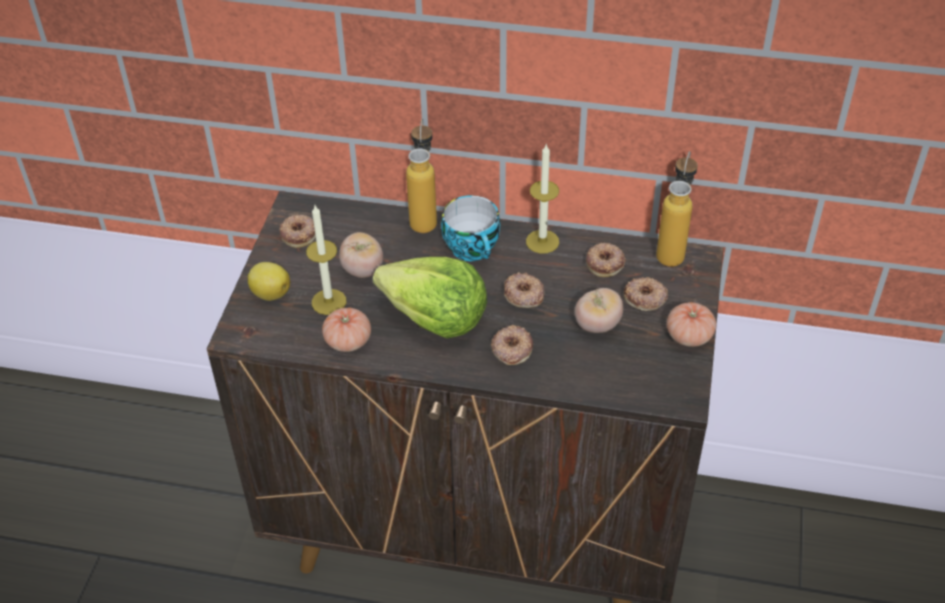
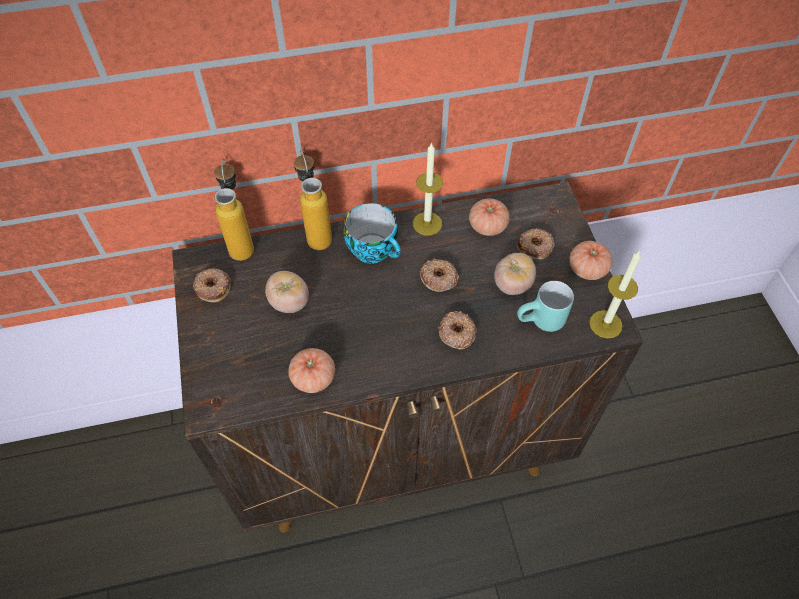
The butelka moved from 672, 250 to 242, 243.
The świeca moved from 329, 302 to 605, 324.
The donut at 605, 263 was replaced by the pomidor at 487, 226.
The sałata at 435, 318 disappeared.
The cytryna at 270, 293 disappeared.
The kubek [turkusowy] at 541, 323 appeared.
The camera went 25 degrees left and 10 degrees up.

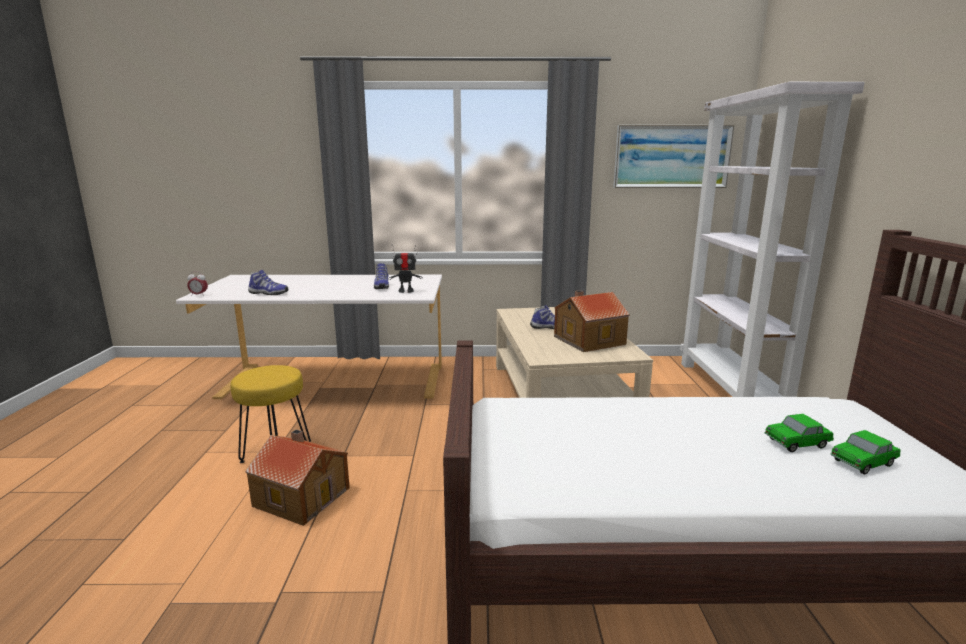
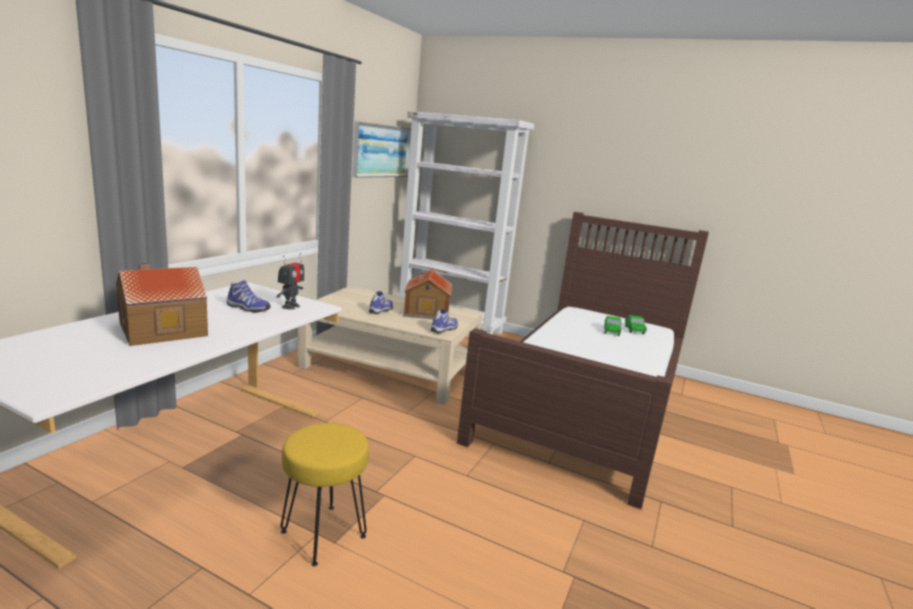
The but moved from 268, 293 to 445, 329.
The budzik at 199, 295 disappeared.
The domek moved from 302, 495 to 161, 329.
The camera went 65 degrees left and 0 degrees up.

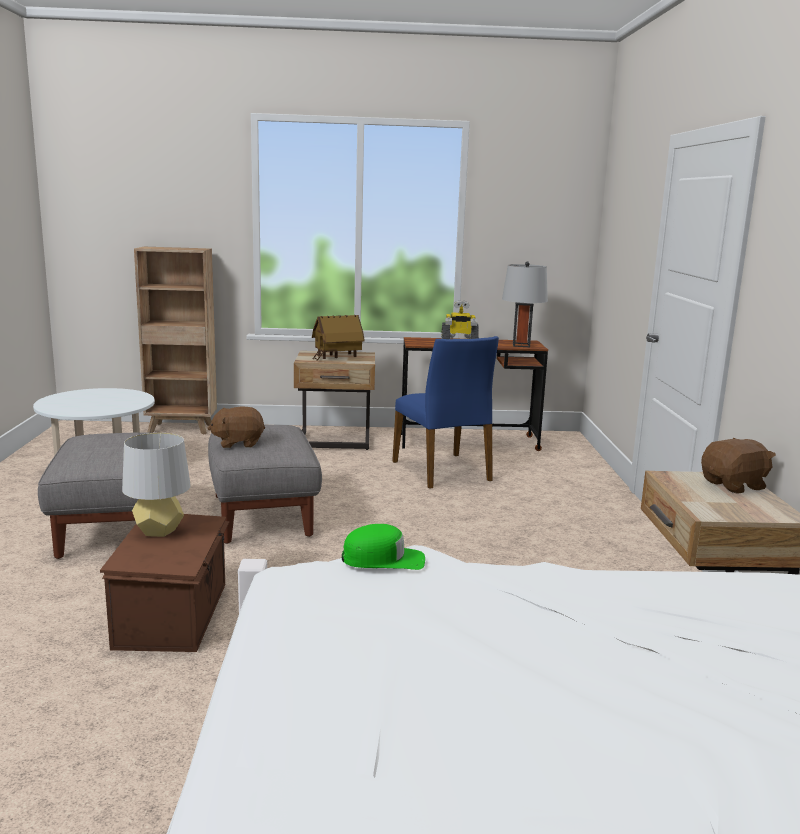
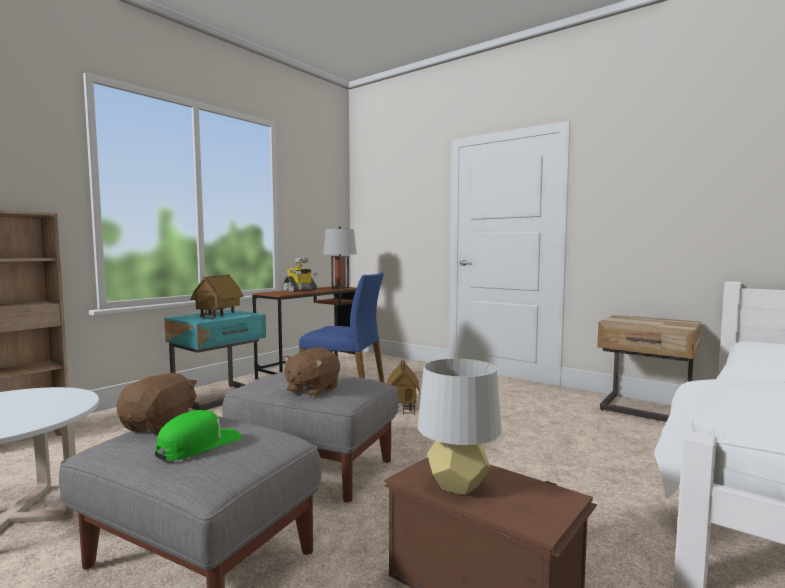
The szafka nocna [beżowy] at 335, 442 became the szafka nocna [turkusowy] at 219, 398.
The pluszak [brązowy] moved from 734, 485 to 161, 426.
The czapka z daszkiem [zielony] moved from 383, 559 to 199, 445.
The domek at 403, 405 appeared.
The camera went 50 degrees left and 10 degrees down.

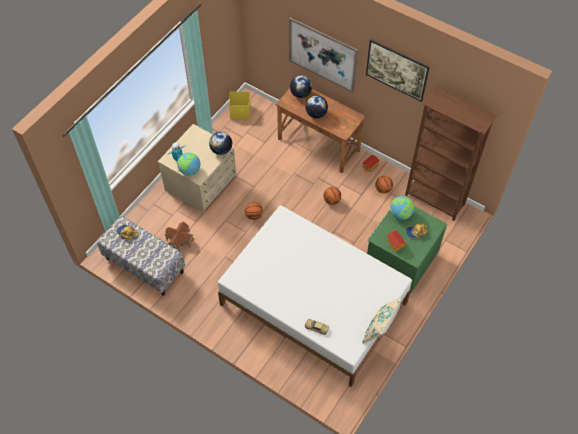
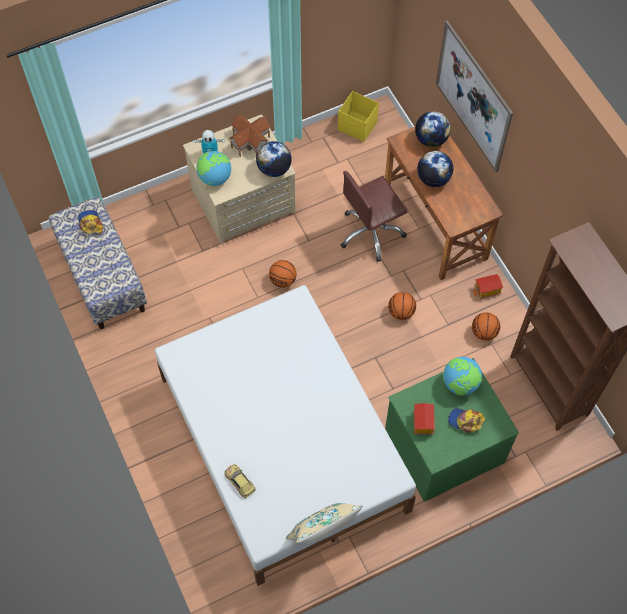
The obraz at 395, 78 disappeared.
The domek moved from 179, 240 to 249, 142.
The krzesło biurowe [brązowy] at 371, 233 appeared.
The camera went 30 degrees right and 5 degrees up.

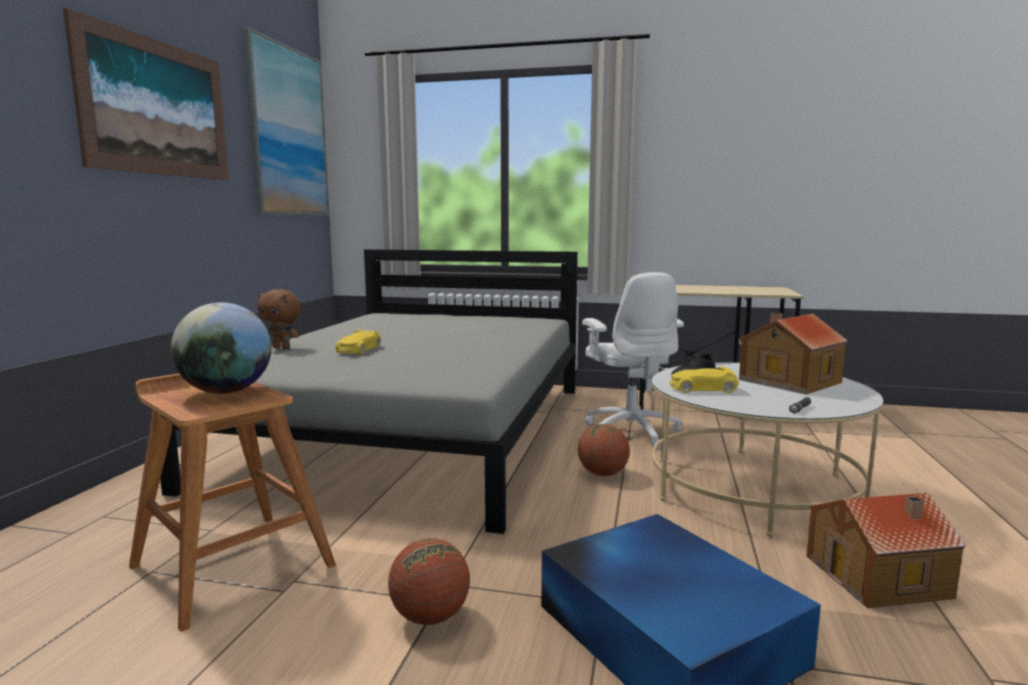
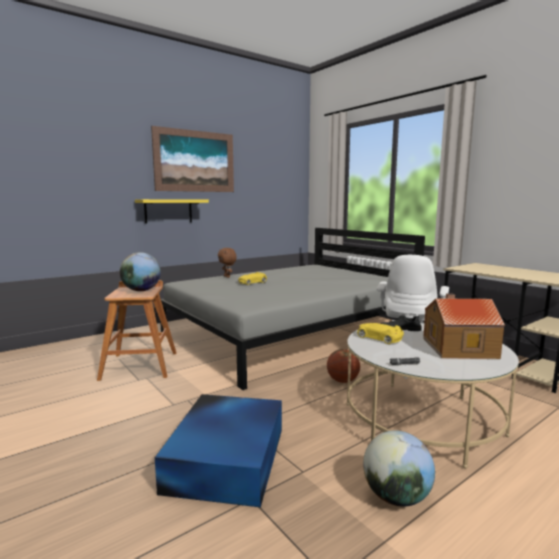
The obraz at 288, 132 disappeared.
The domek at 879, 577 was replaced by the globus at 396, 497.
The piłka do koszykówki at 430, 617 disappeared.
The półka [żółty] at 168, 211 appeared.
The camera went 40 degrees right and 0 degrees up.

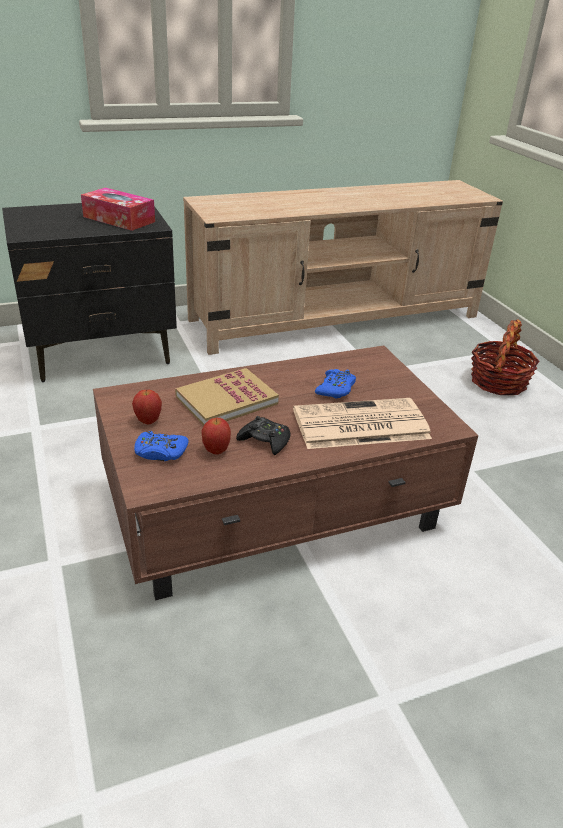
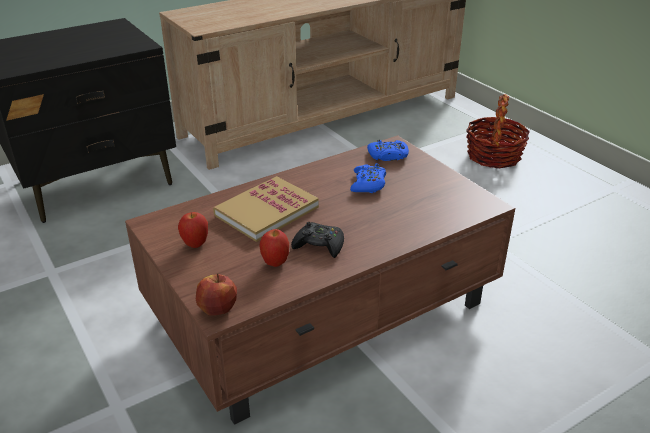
The pudełko chusteczek at 119, 219 disappeared.
The gazeta at 359, 425 disappeared.
The pad do gier [niebieski] moved from 160, 452 to 388, 156.
The jabłko at 217, 309 appeared.
The camera went 10 degrees left and 0 degrees up.

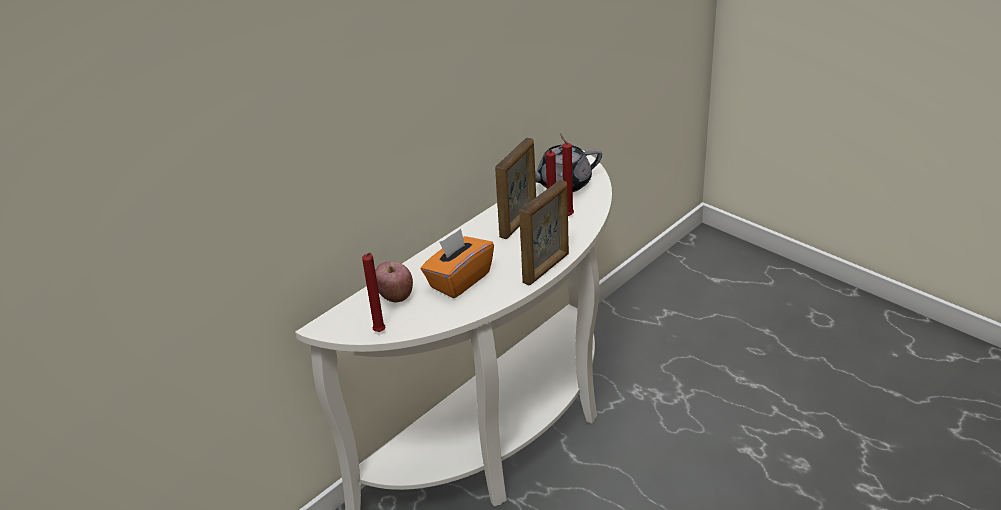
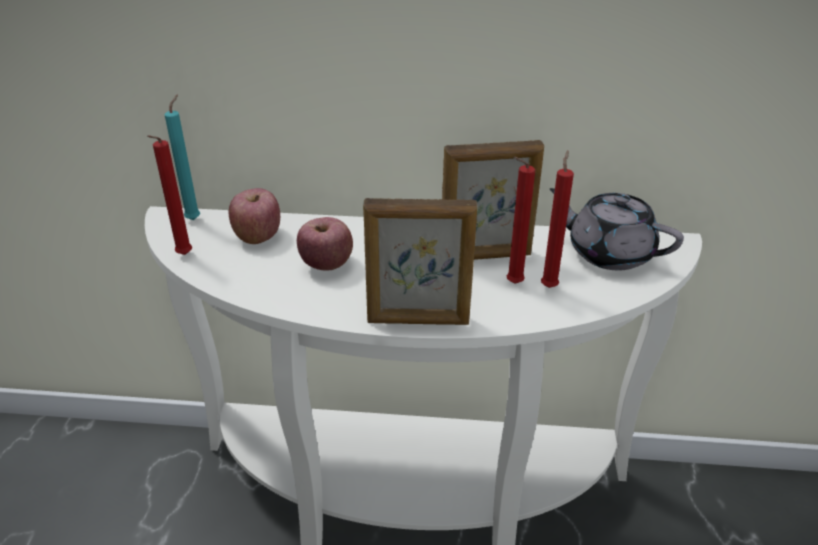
The pudełko chusteczek [pomarańczowy] at 459, 280 was replaced by the jabłko at 327, 264.
The świeca [turkusowy] at 195, 218 appeared.
The camera went 50 degrees right and 0 degrees up.

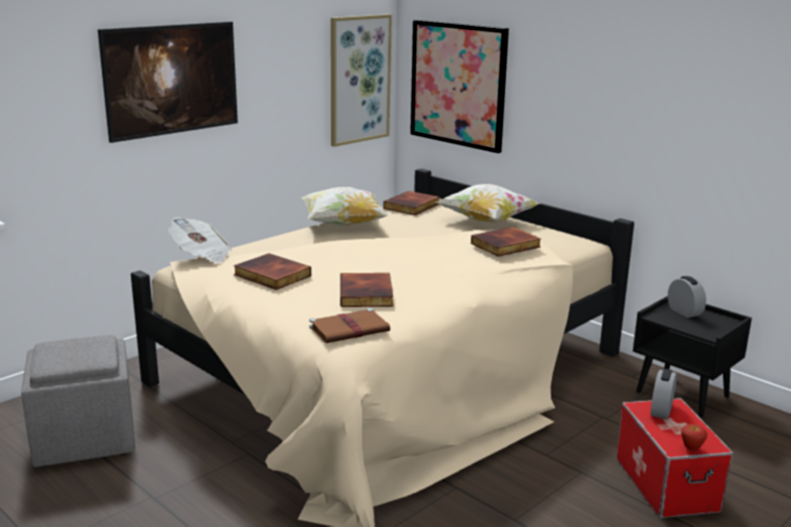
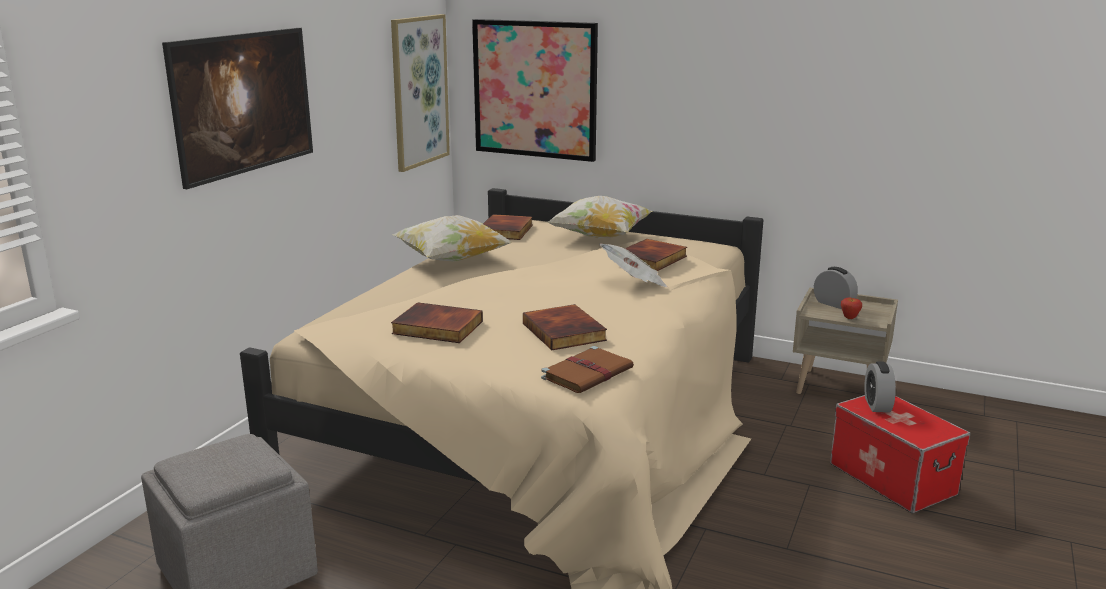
The gazeta moved from 201, 256 to 634, 282.
The szafka nocna [czarny] at 683, 394 became the szafka nocna [beżowy] at 839, 387.
The jabłko moved from 691, 448 to 849, 318.
The camera went 20 degrees left and 0 degrees up.

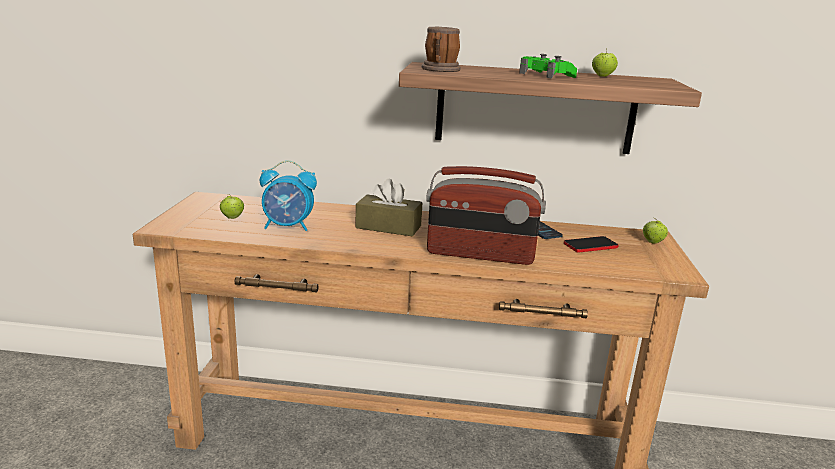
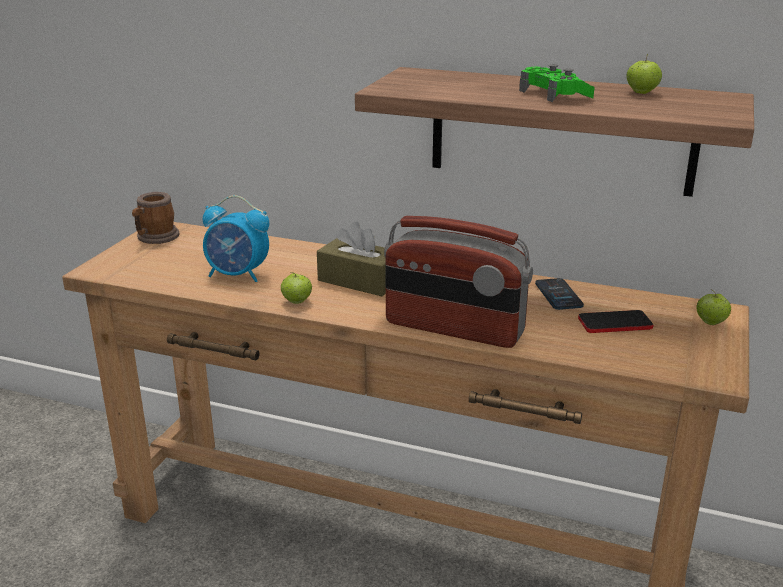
The kubek moved from 440, 70 to 155, 238.
The jabłko moved from 232, 217 to 297, 301.
The camera went 15 degrees right and 5 degrees up.

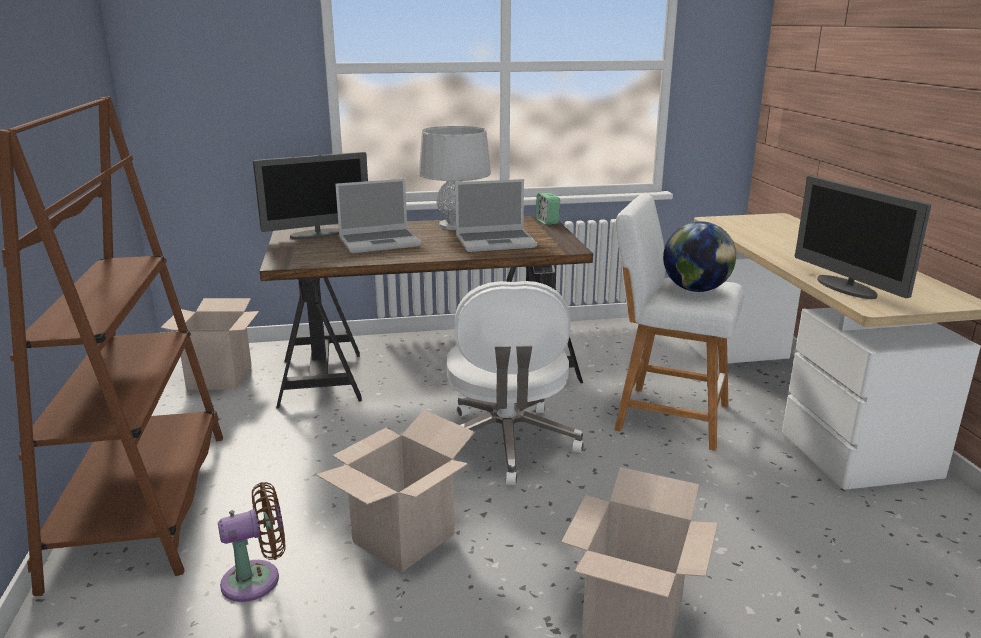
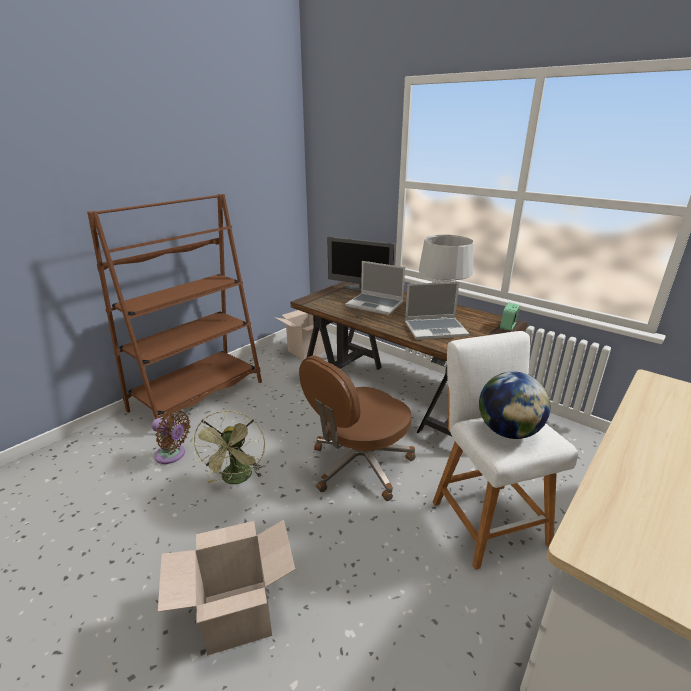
The monitor at 846, 288 disappeared.
The laptop at 496, 242 turned 45 degrees counterclockwise.
The krzesło biurowe [biały] at 507, 444 became the krzesło biurowe [brązowy] at 359, 465.
The karton at 403, 538 was replaced by the wentylator [zielony] at 236, 479.
The camera went 50 degrees right and 5 degrees up.

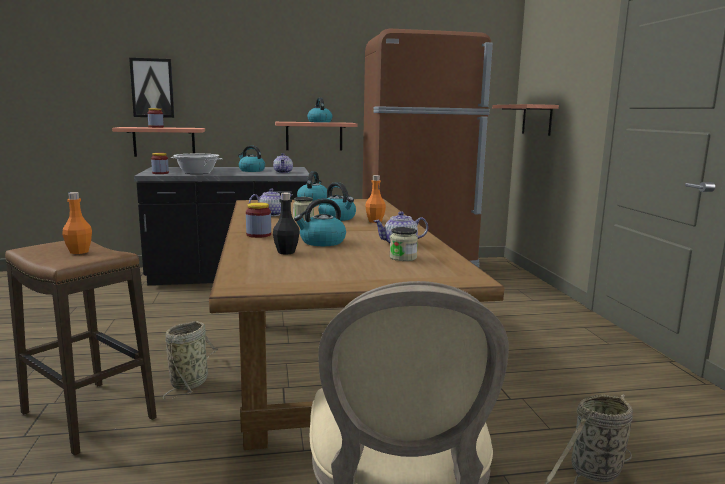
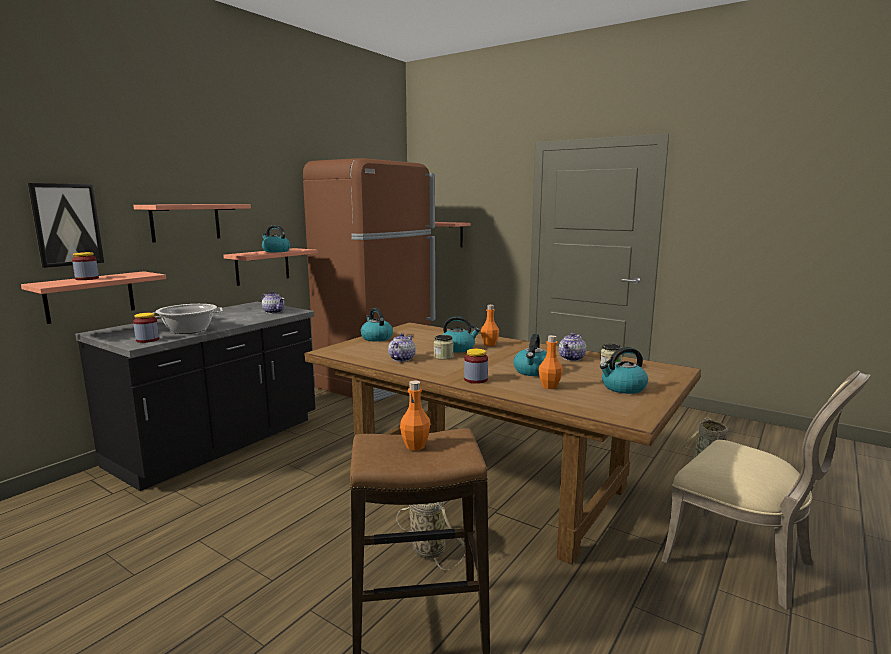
The czajnik moved from 251, 170 to 623, 388.
The butelka [czarny] at 286, 252 became the butelka [pomarańczowy] at 549, 386.
The półka at 185, 222 appeared.
The camera went 45 degrees left and 0 degrees up.

